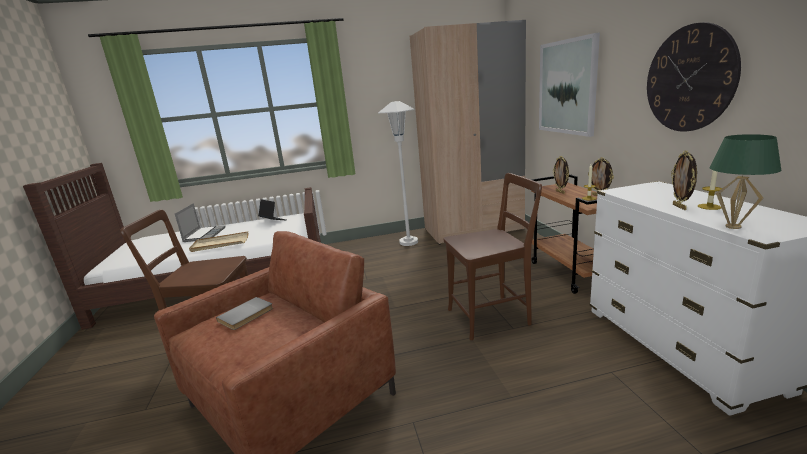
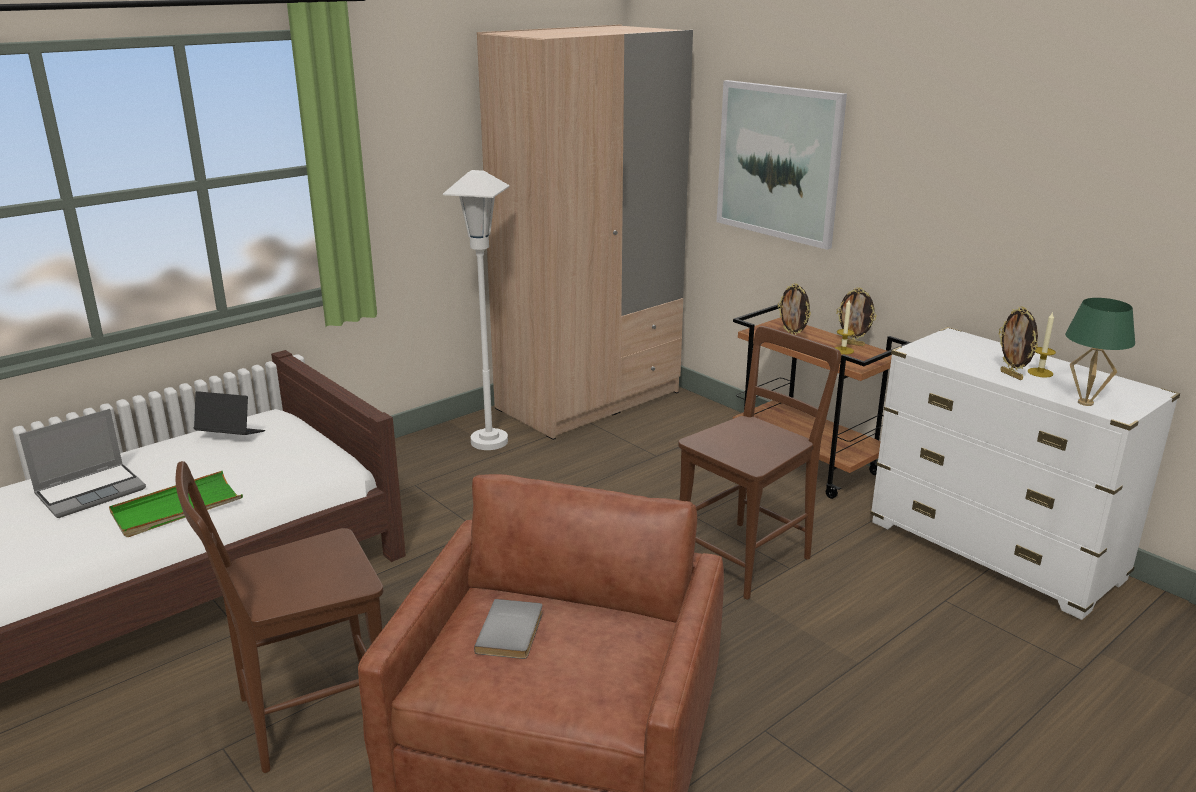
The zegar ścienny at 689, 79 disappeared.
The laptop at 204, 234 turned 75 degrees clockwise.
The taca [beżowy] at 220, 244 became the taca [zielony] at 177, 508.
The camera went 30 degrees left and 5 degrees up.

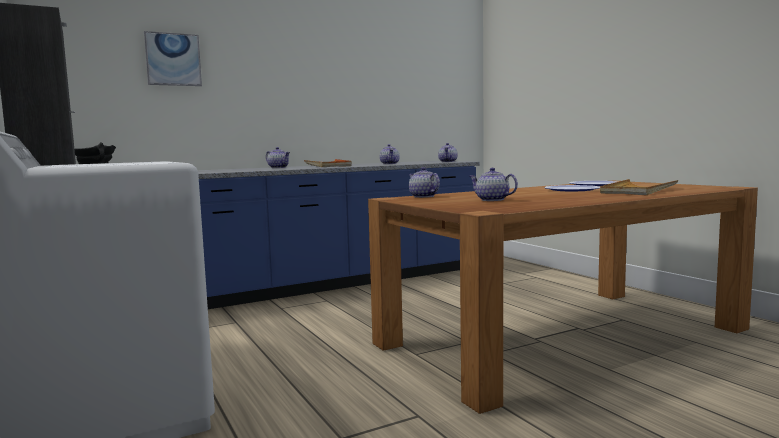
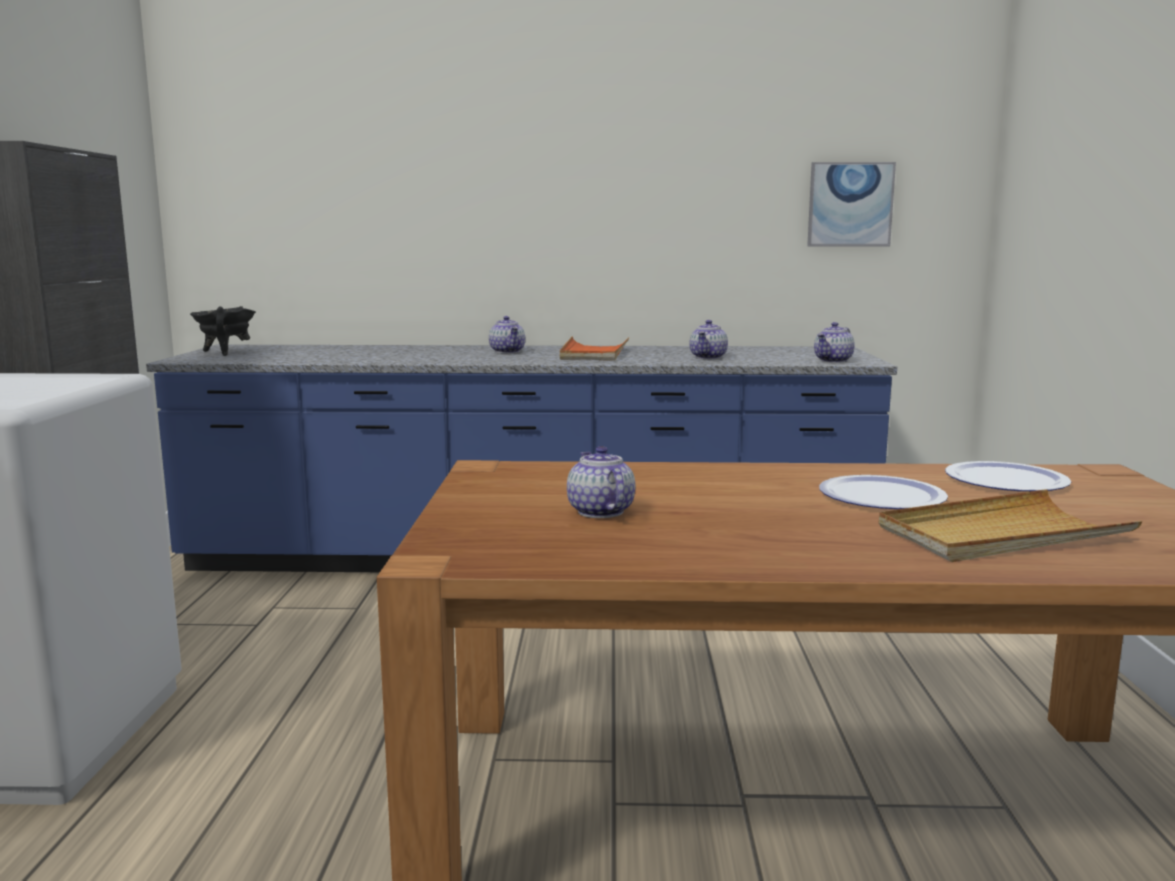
The obraz moved from 173, 59 to 850, 204.
The imbryk at 423, 196 disappeared.
The camera went 30 degrees right and 5 degrees up.

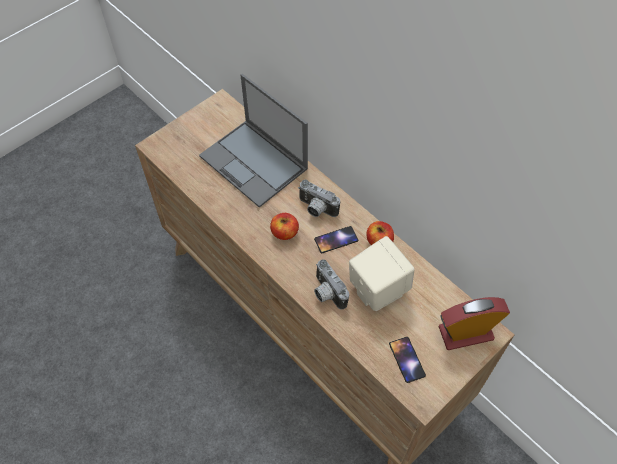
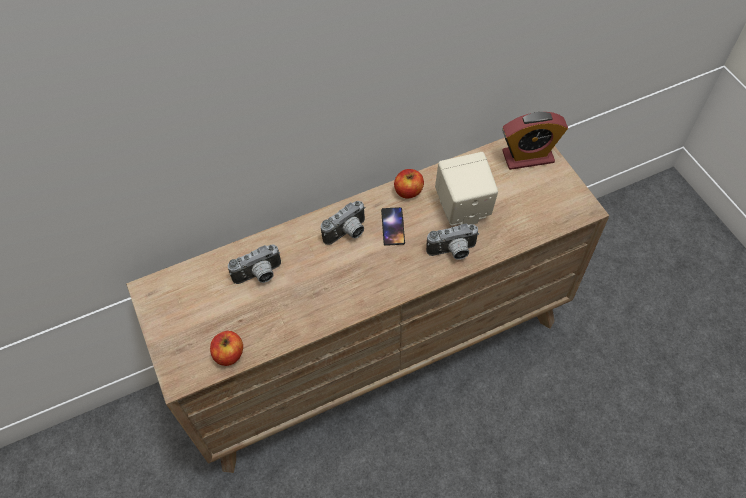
The laptop at 254, 163 was replaced by the aparat fotograficzny at 259, 276.
The jabłko moved from 284, 232 to 229, 354.
The budzik at 466, 333 turned 105 degrees counterclockwise.
The telefon at 406, 359 disappeared.
The camera went 70 degrees left and 0 degrees up.

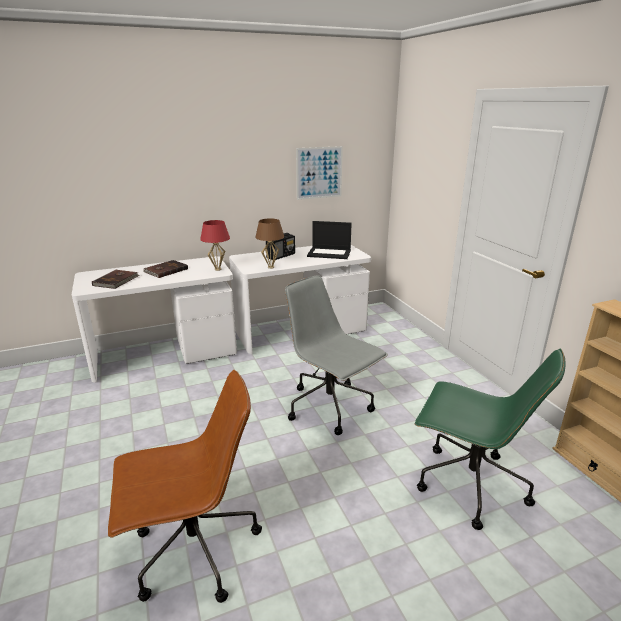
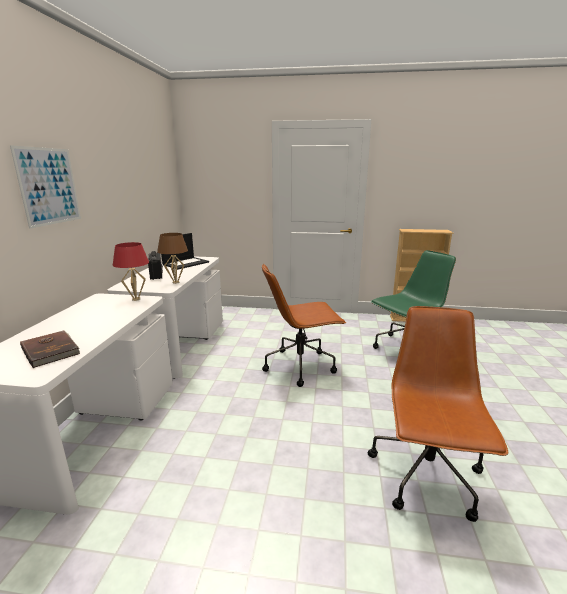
The obraz moved from 319, 173 to 49, 186.
The książka [brązowy] at 165, 270 disappeared.
The krzesło biurowe [szary] at 331, 407 became the krzesło biurowe [brązowy] at 301, 366.
The camera went 60 degrees left and 5 degrees down.

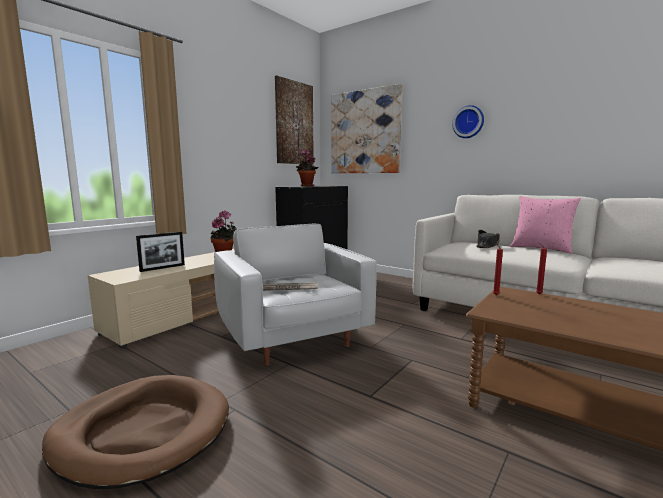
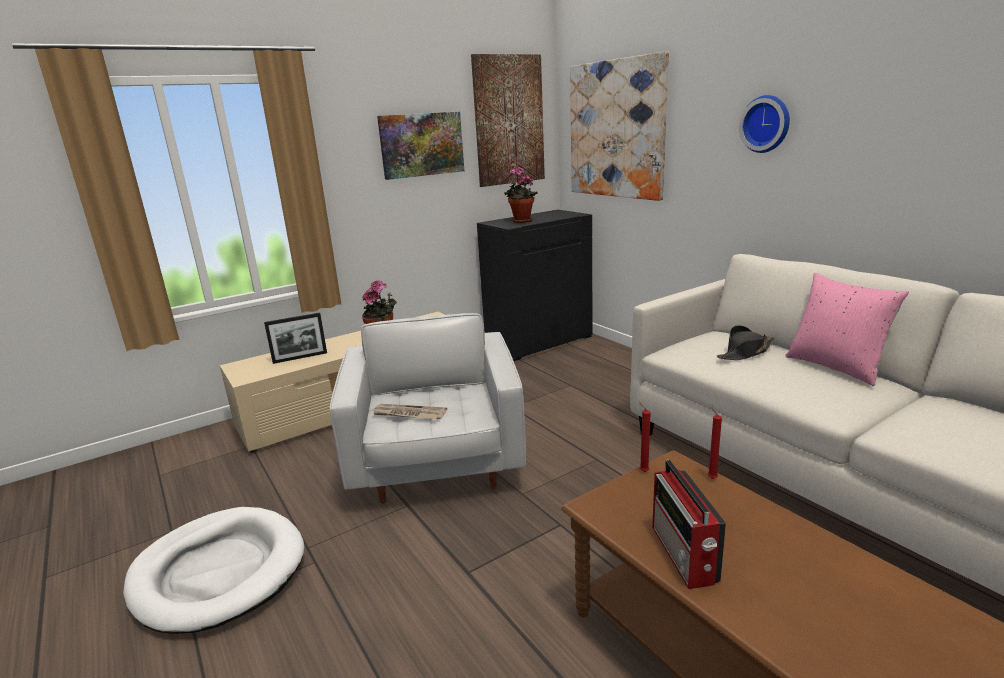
The legowisko [brązowy] at 143, 432 became the legowisko [biały] at 219, 572.
The obraz at 421, 144 appeared.
The radio at 684, 555 appeared.
The camera went 20 degrees right and 10 degrees up.

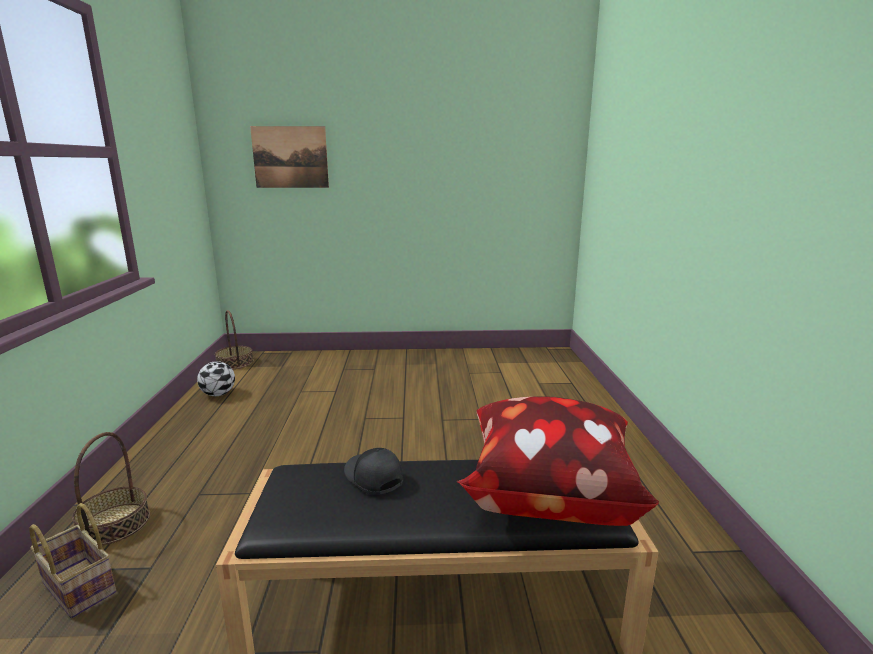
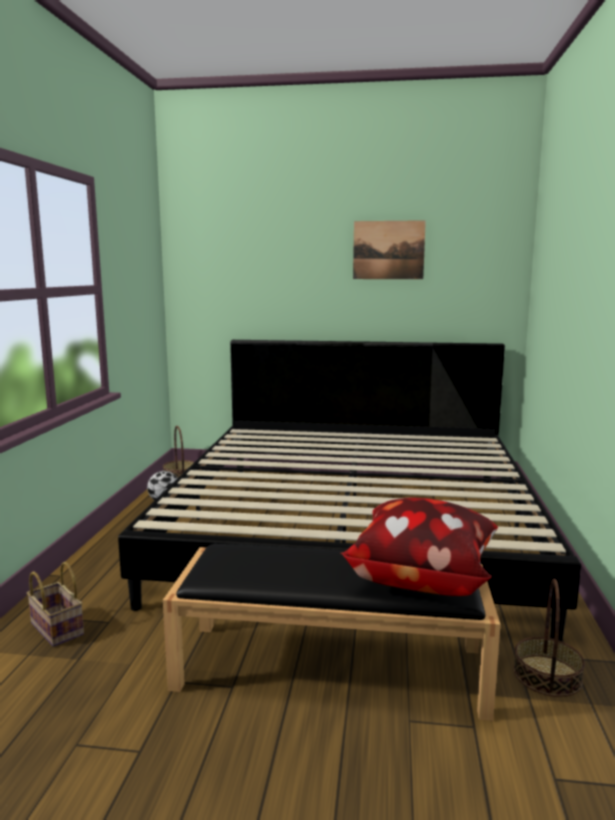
The obraz moved from 290, 157 to 388, 250.
The koszyk moved from 114, 524 to 547, 675.
The czapka z daszkiem [czarny] at 372, 478 disappeared.
The łóżko at 352, 530 appeared.
The camera went 10 degrees right and 5 degrees down.

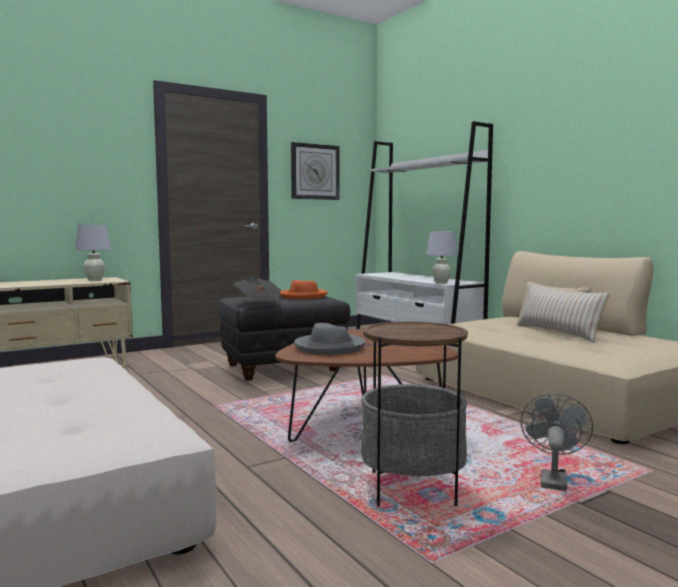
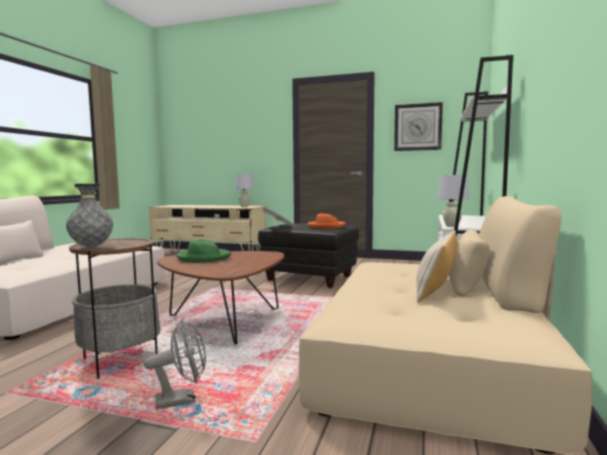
The kapelusz [szary] at 329, 347 became the kapelusz [zielony] at 203, 257.
The wazon [szary] at 91, 246 appeared.
The camera went 50 degrees right and 0 degrees up.

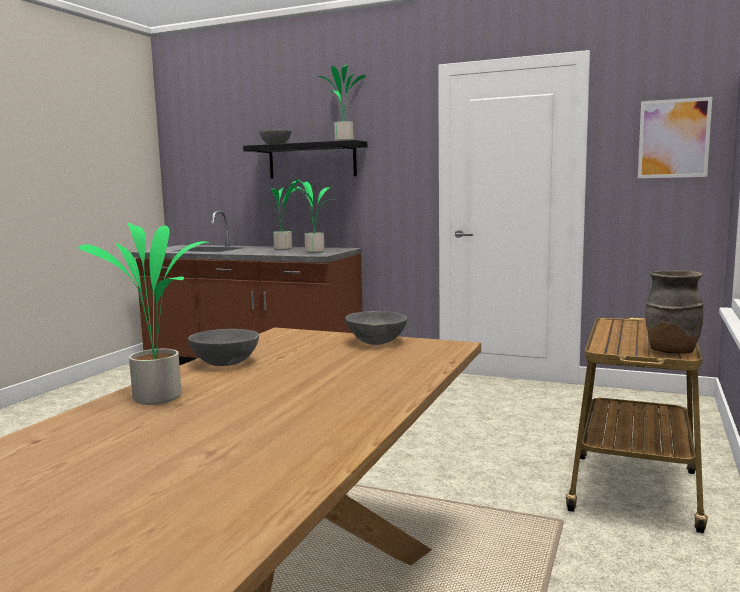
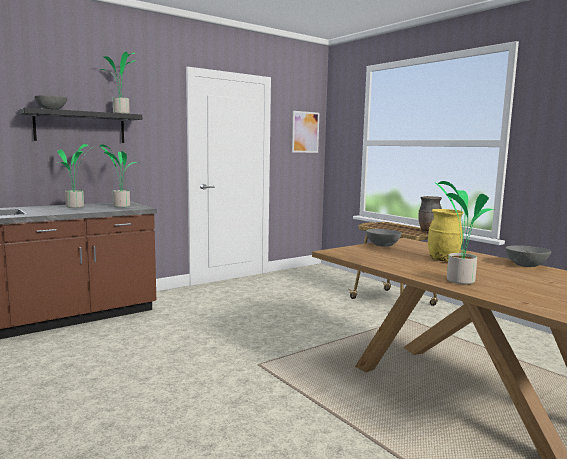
The miska [szary] moved from 225, 363 to 526, 265.
The wazon [żółty] at 443, 260 appeared.
The camera went 60 degrees left and 0 degrees up.

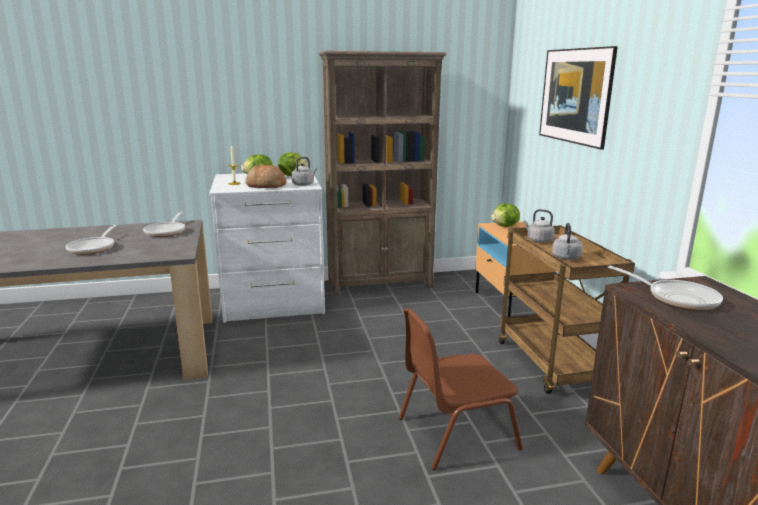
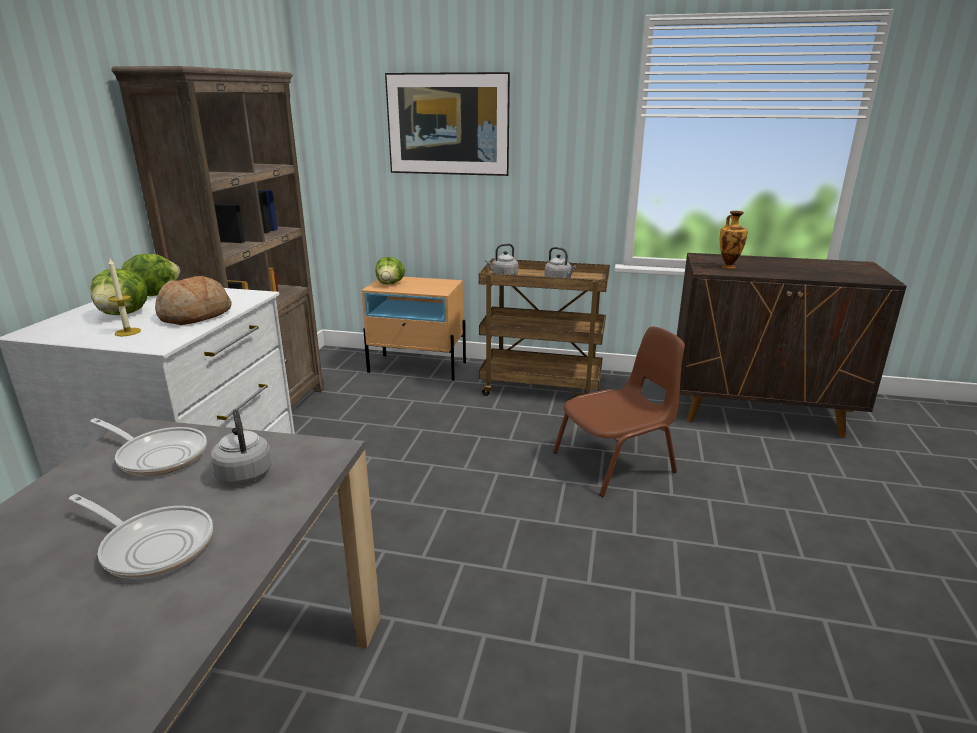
The czajnik [szary] moved from 304, 184 to 244, 472.
The patelnia at 677, 298 was replaced by the wazon at 728, 266.
The krzesło [brązowy] at 454, 433 turned 120 degrees counterclockwise.
The camera went 65 degrees left and 5 degrees up.

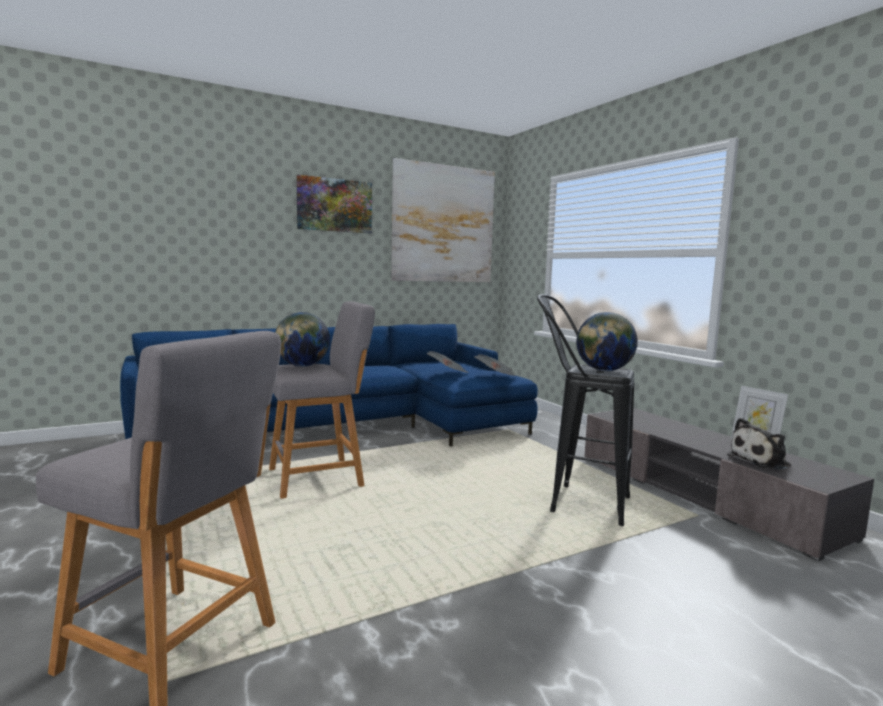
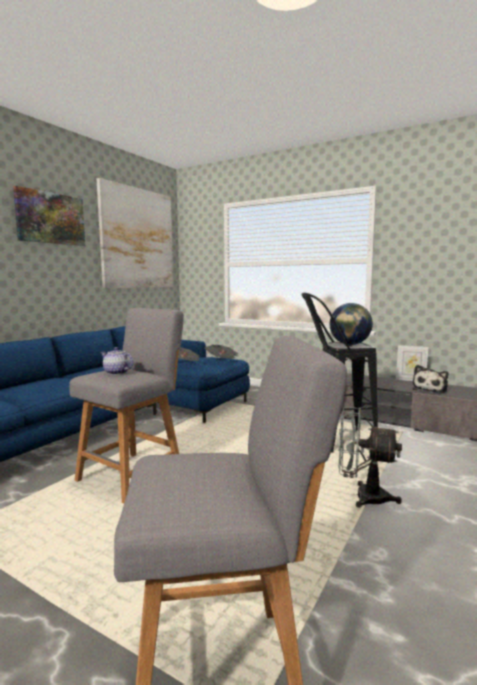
The globus at 302, 366 was replaced by the imbryk at 116, 373.
The wentylator [szary] at 362, 497 appeared.
The camera went 30 degrees left and 0 degrees up.

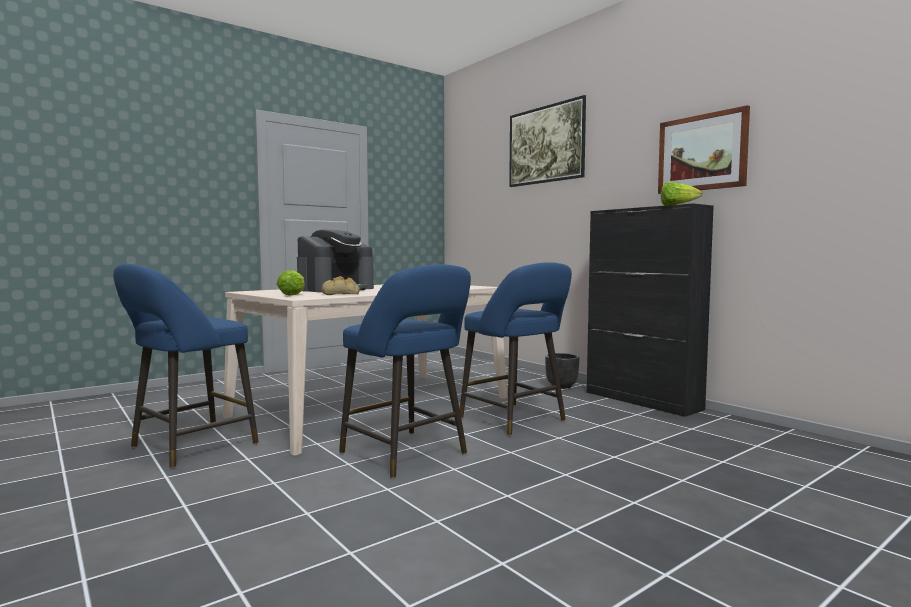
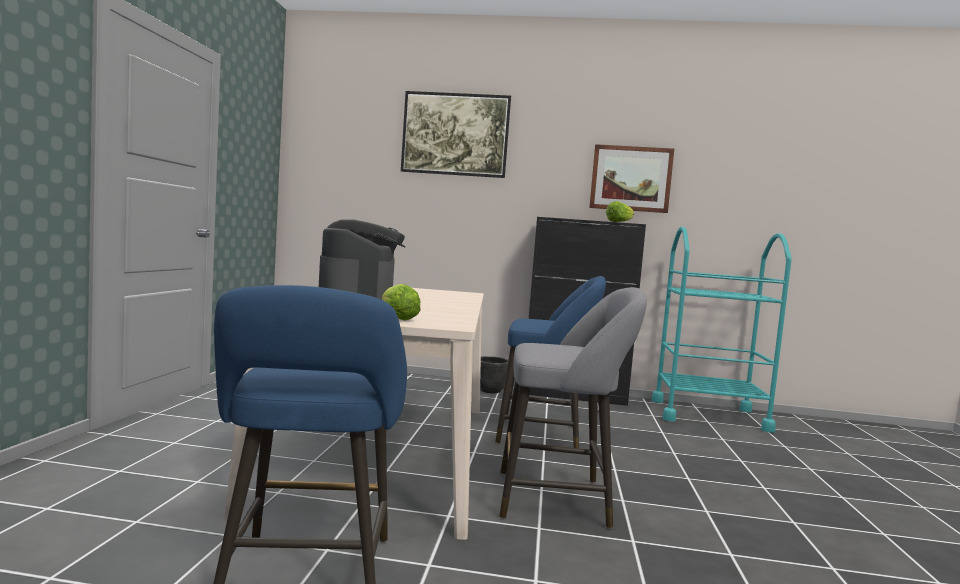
The stołek [niebieski] at 407, 455 became the stołek [szary] at 560, 499.
The chleb at 341, 294 disappeared.
The wózek [turkusowy] at 708, 415 appeared.
The camera went 45 degrees left and 0 degrees up.

